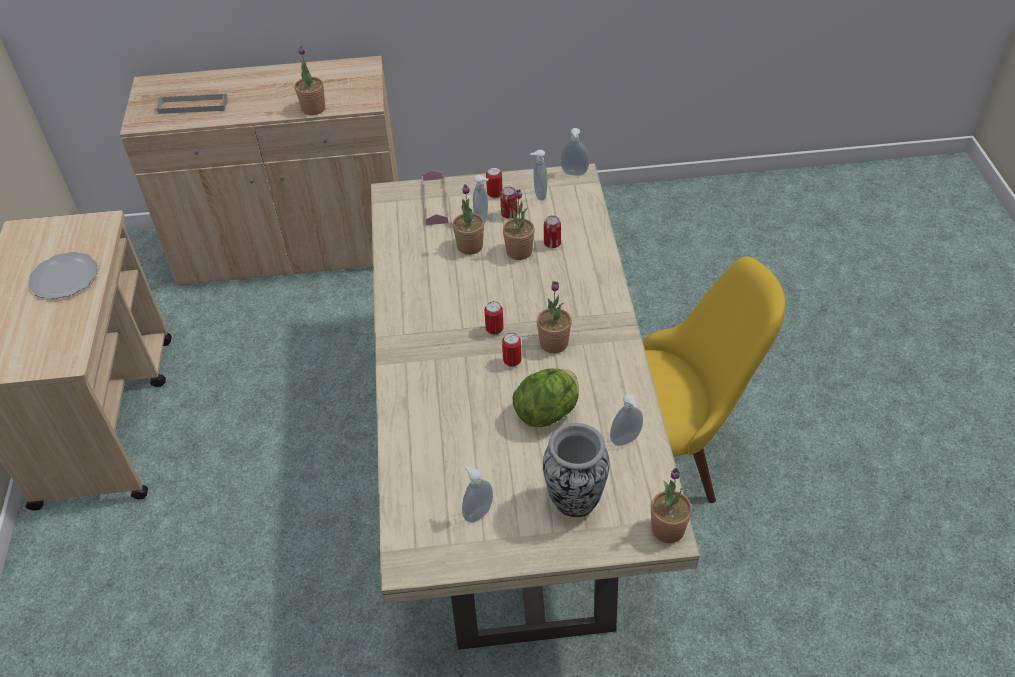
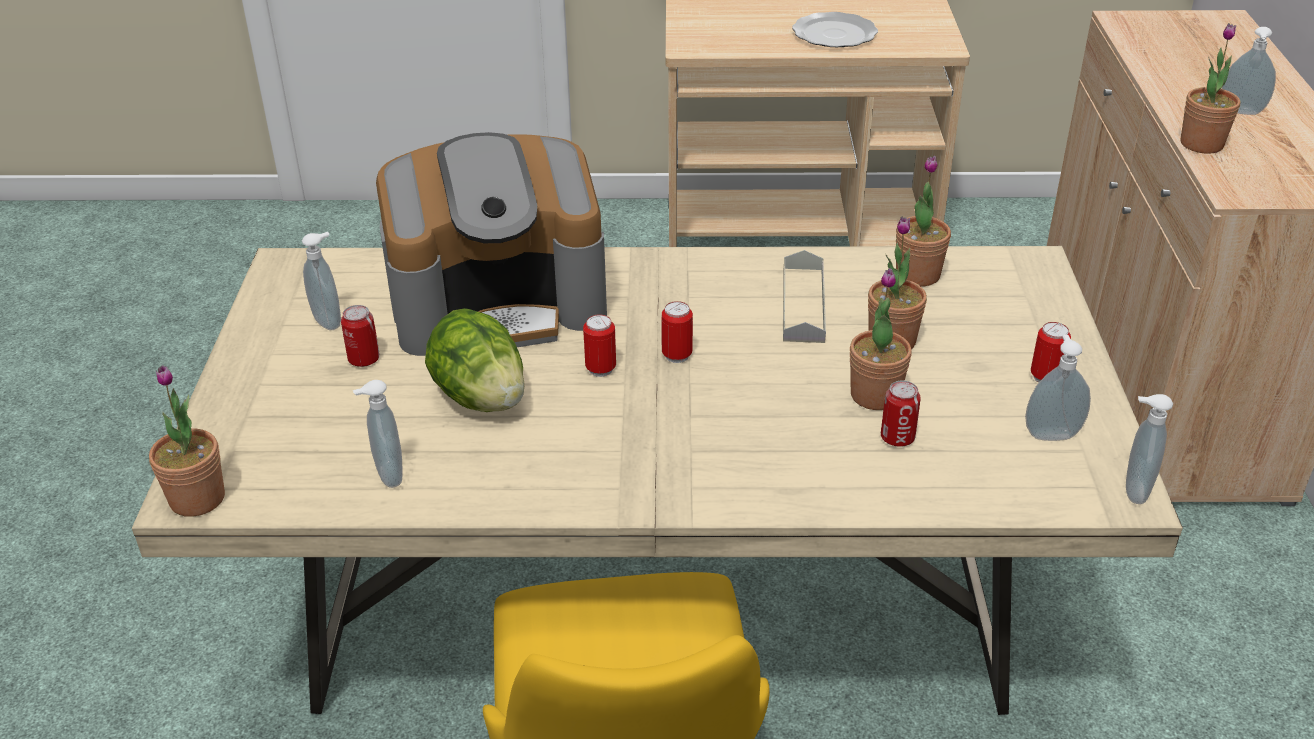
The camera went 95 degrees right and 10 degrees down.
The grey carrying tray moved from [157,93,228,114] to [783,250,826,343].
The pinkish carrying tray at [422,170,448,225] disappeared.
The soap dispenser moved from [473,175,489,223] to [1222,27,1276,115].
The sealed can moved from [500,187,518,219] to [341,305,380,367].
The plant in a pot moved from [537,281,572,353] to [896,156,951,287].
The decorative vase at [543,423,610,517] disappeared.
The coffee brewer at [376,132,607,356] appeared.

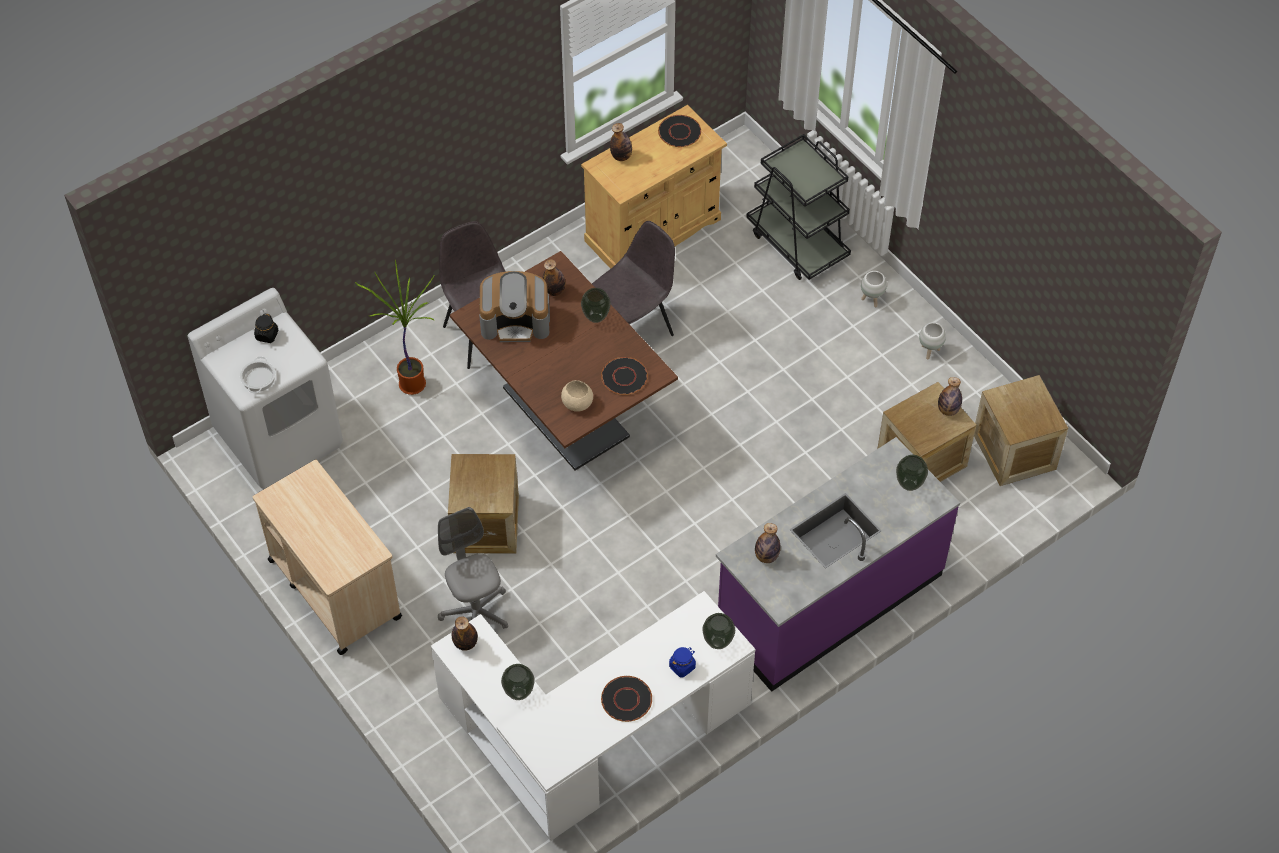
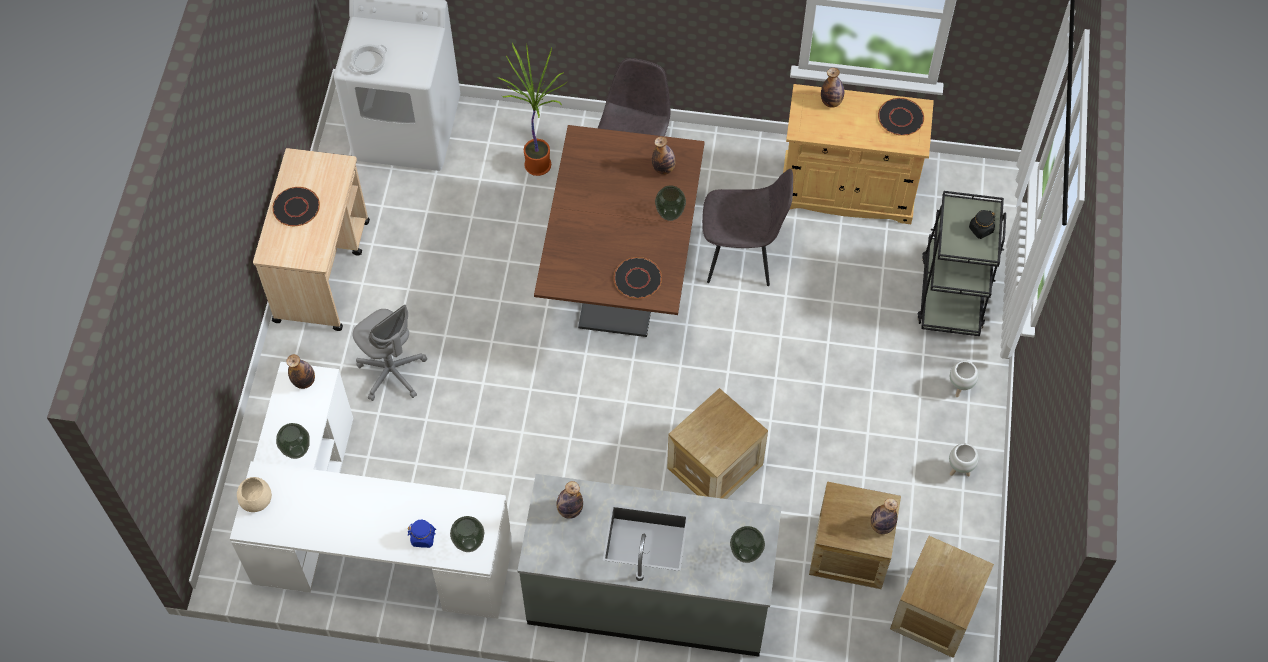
The camera went 45 degrees right and 5 degrees up.
The coffee brewer at [479,271,550,342] disappeared.
The blackish jar moved from [254,314,278,343] to [969,210,995,239].
The beige-coloured bowl moved from [561,380,593,411] to [237,477,272,512].
The purple kitchen base unit at [716,437,960,692] became the grey kitchen base unit at [517,474,782,657].
The crate moved from [448,454,519,553] to [667,388,768,499].
The grey desk chair at [438,507,508,629] turned 120 degrees clockwise.
The blackish dinner plate moved from [601,676,652,722] to [272,187,320,226].

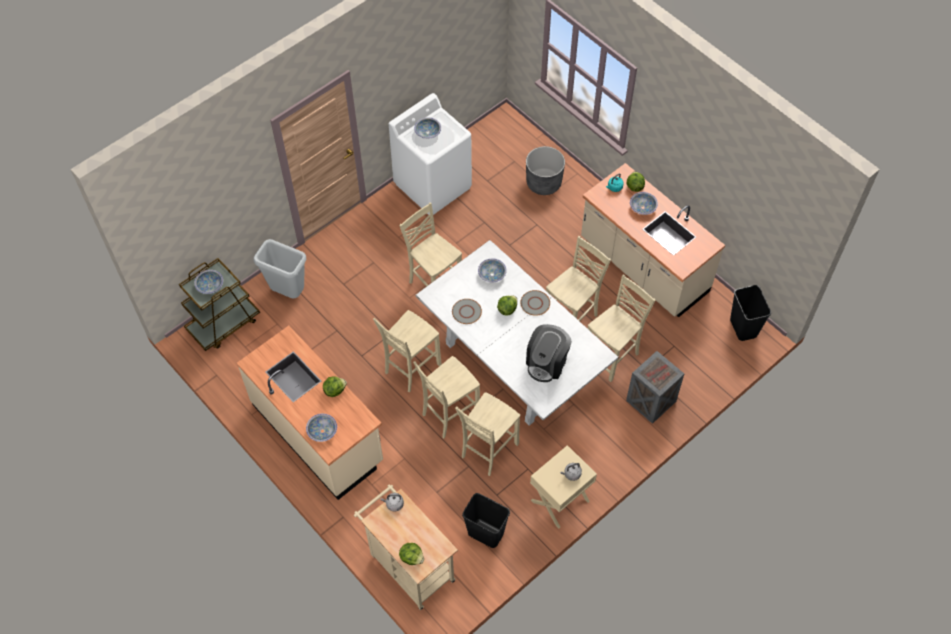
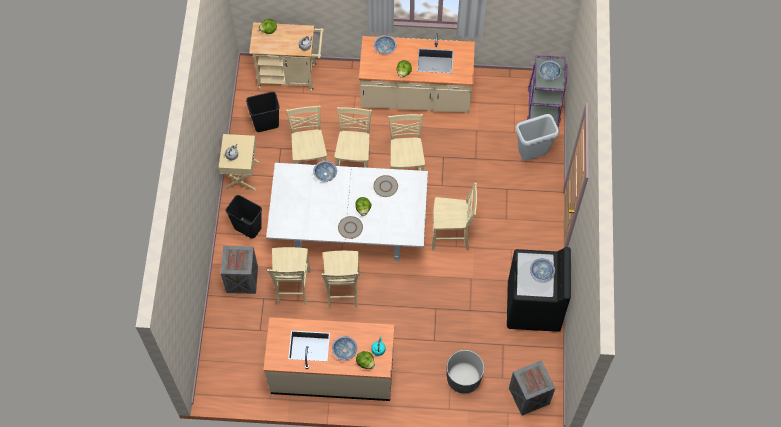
The camera went 135 degrees right and 5 degrees up.
The whitish laundry machine at [389,93,472,215] became the blackish laundry machine at [507,247,571,332].
The brownish trolley at [179,258,260,351] became the purple trolley at [527,55,567,127].
The bowl moved from [478,258,507,283] to [313,161,337,182].
The blackish rubbish bin moved from [730,285,771,341] to [226,195,262,239].
The coffee brewer at [526,324,572,382] disappeared.
The crate at [509,360,555,415] appeared.

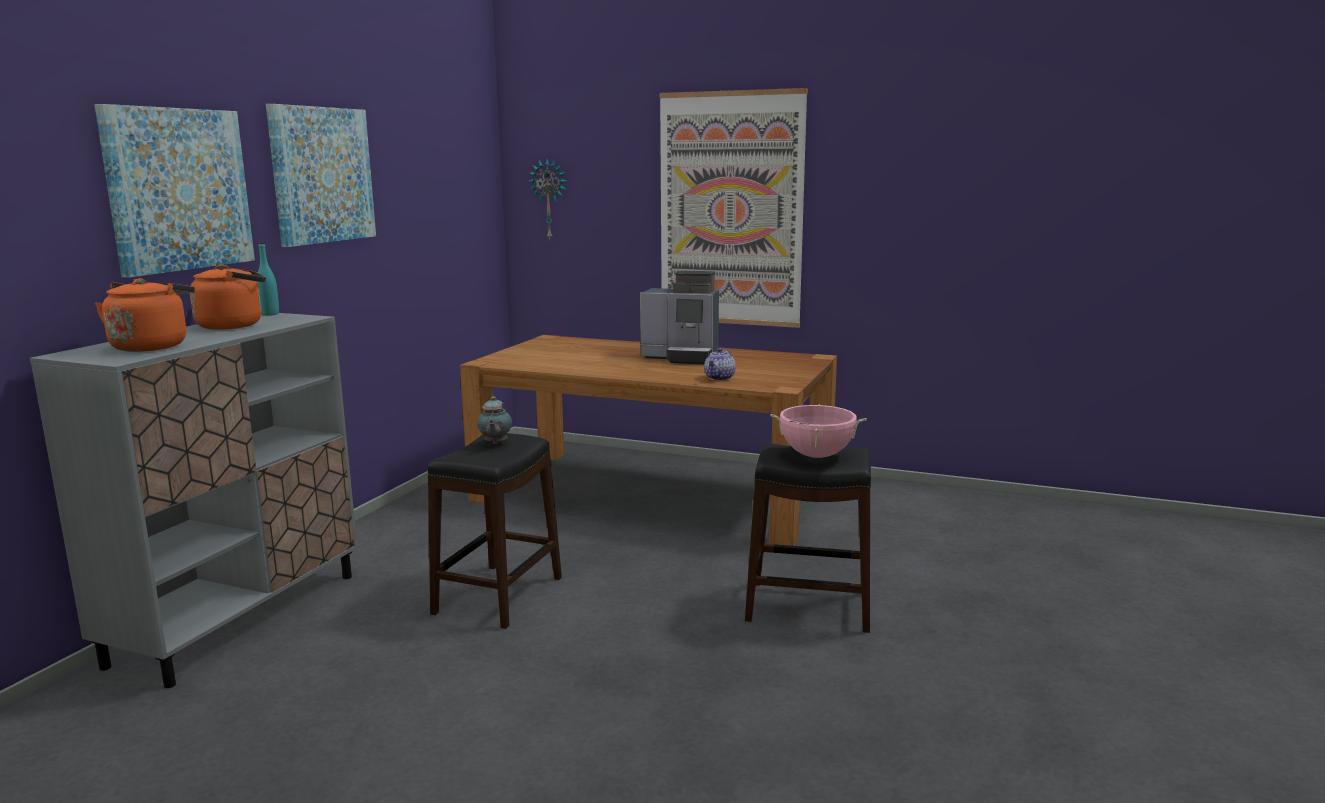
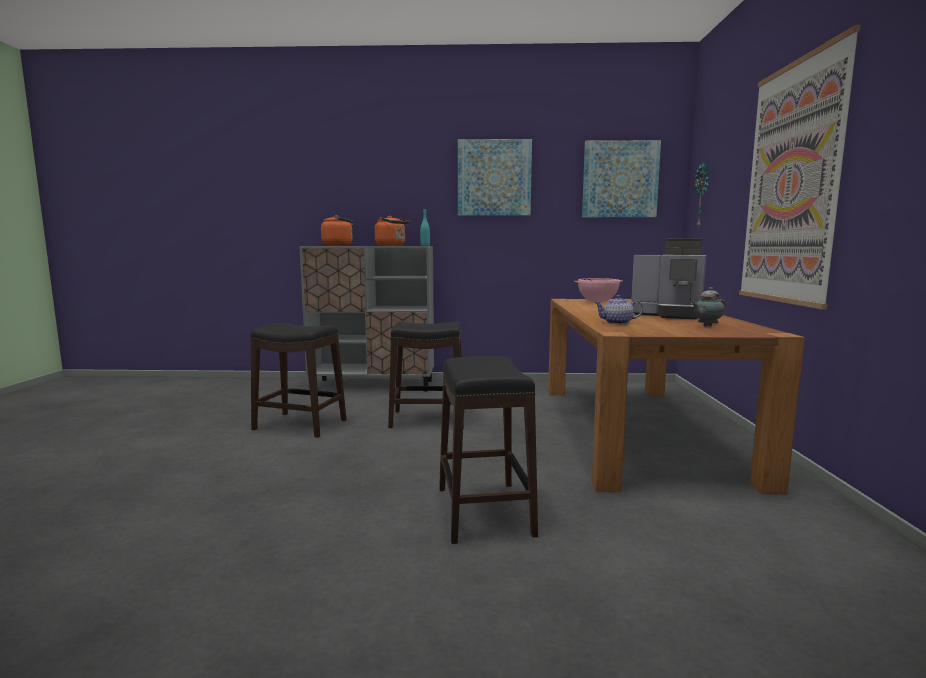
The camera went 70 degrees right and 5 degrees down.
The picture moved from [94,104,255,278] to [582,140,661,217].
The coffee brewer at [640,271,719,364] turned 60 degrees counterclockwise.
The pot for tea moved from [477,396,512,444] to [691,287,726,327].
The pinkish cooking pot moved from [770,404,867,458] to [574,278,623,303].
The blackish sitting stool at [251,323,347,438] appeared.

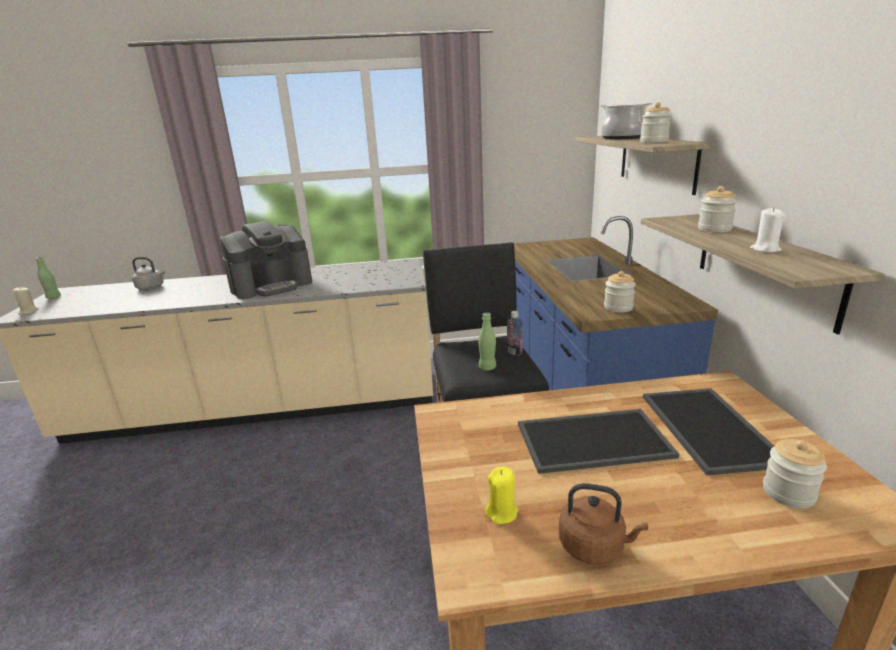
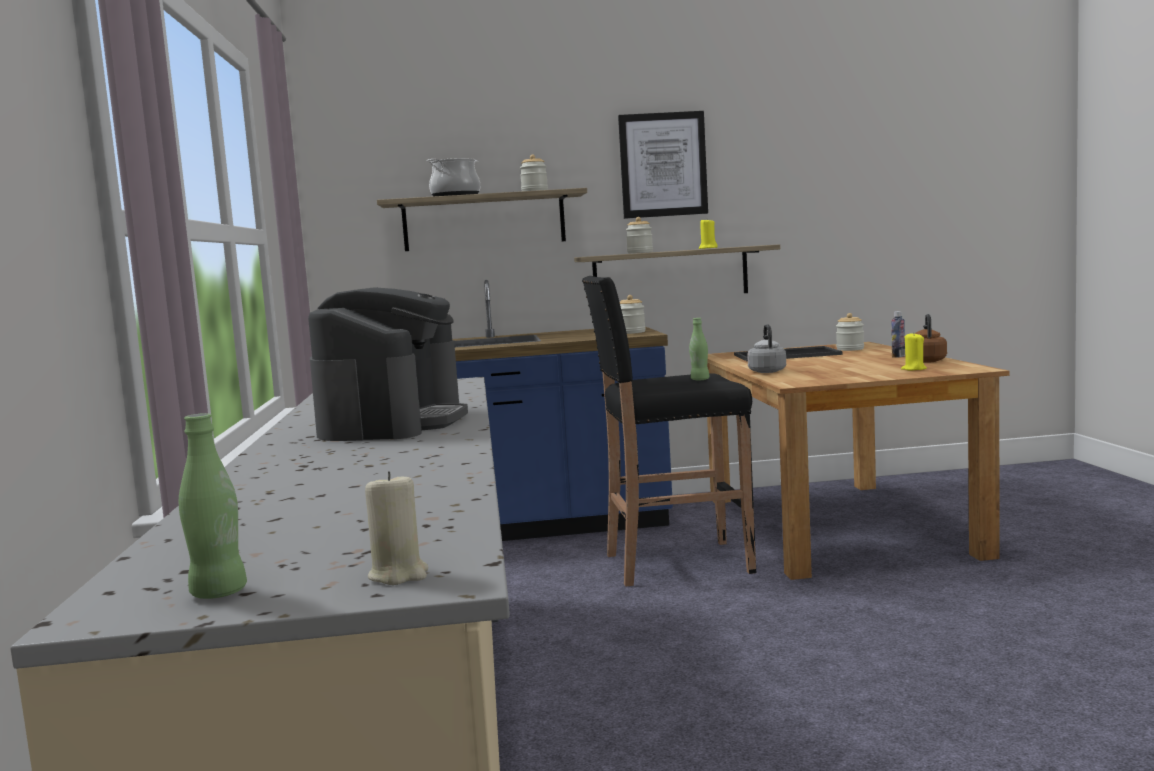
The camera went 90 degrees left and 15 degrees down.
The whitish wax light at [750,207,785,252] became the yellow wax light at [699,219,718,249].
The coffee brewer at [220,221,312,299] turned 45 degrees clockwise.
The grey tea kettle moved from [132,257,165,290] to [747,324,786,373].
The bottle moved from [507,311,523,356] to [891,311,905,358].
The carrying tray at [518,409,679,474] disappeared.
The picture at [618,111,708,219] appeared.

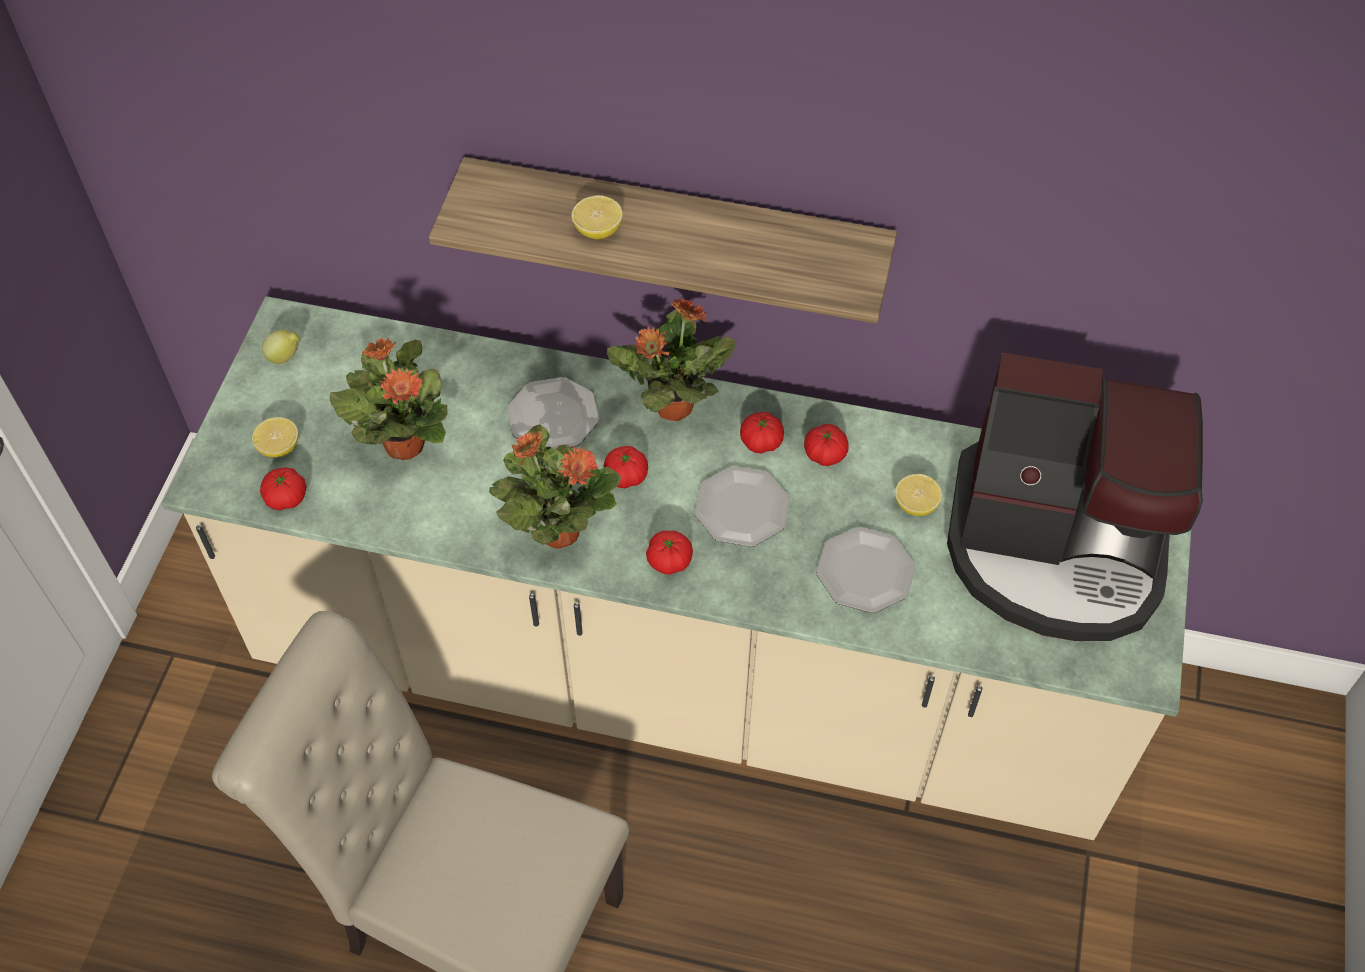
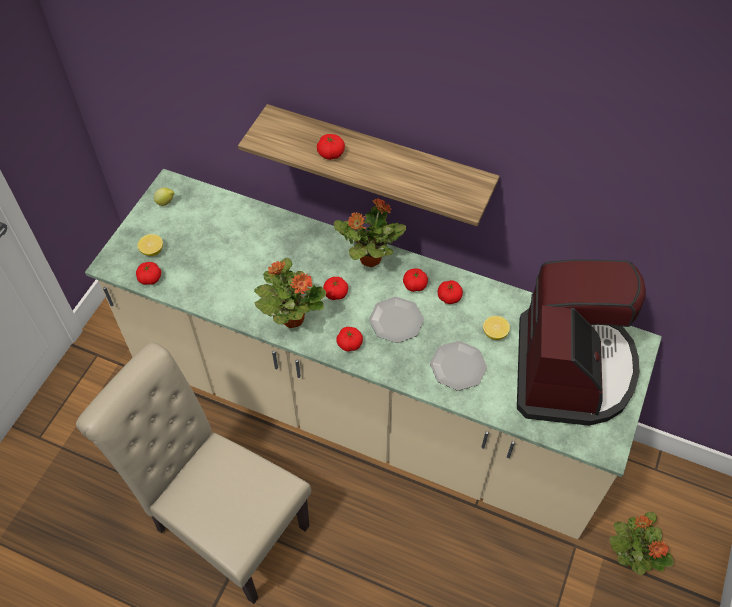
The camera went 10 degrees right and 0 degrees up.
The citrus fruit at [572,195,623,239] was replaced by the fresh tomato at [317,134,345,160].
The plant in a pot moved from [330,338,448,460] to [609,512,674,576].
The coffee brewer at [947,352,1203,641] turned 105 degrees counterclockwise.
The dinner plate at [507,377,599,449] disappeared.

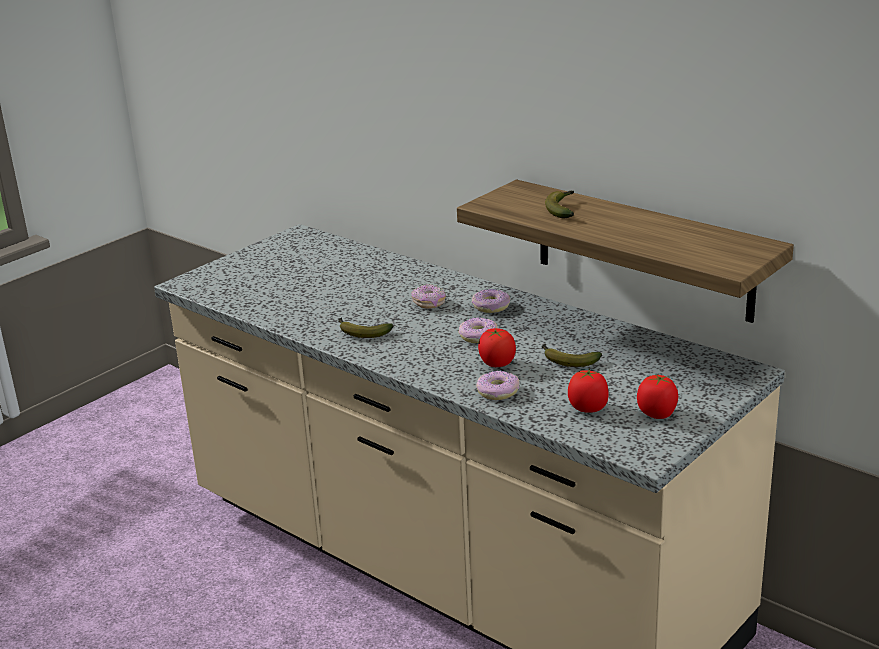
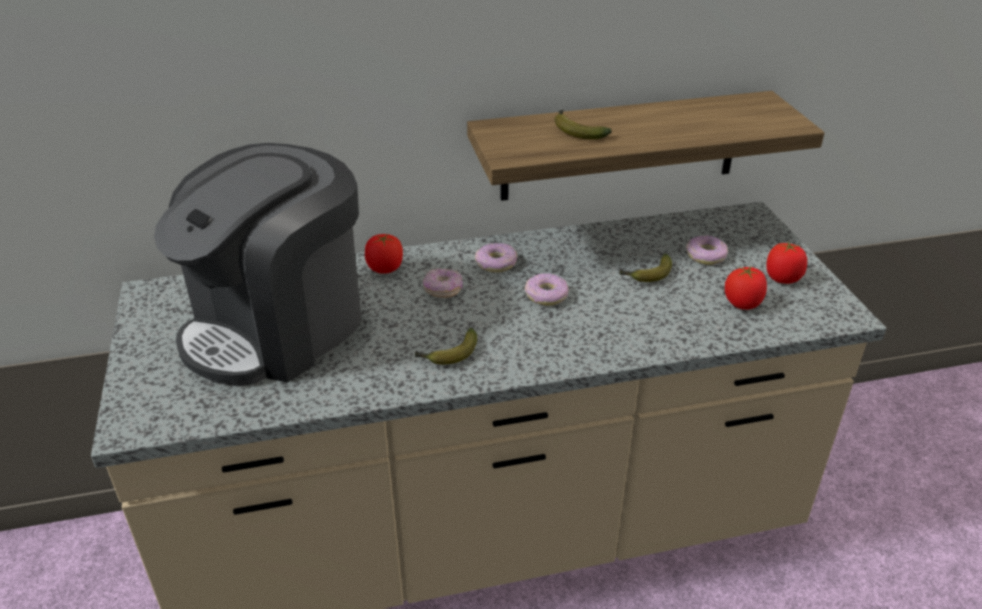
The camera went 55 degrees left and 10 degrees up.
The fresh tomato moved from [478,328,516,367] to [365,234,403,274].
The ring doughnut moved from [476,370,519,400] to [686,235,728,265].
The coffee brewer at [154,143,362,386] appeared.

